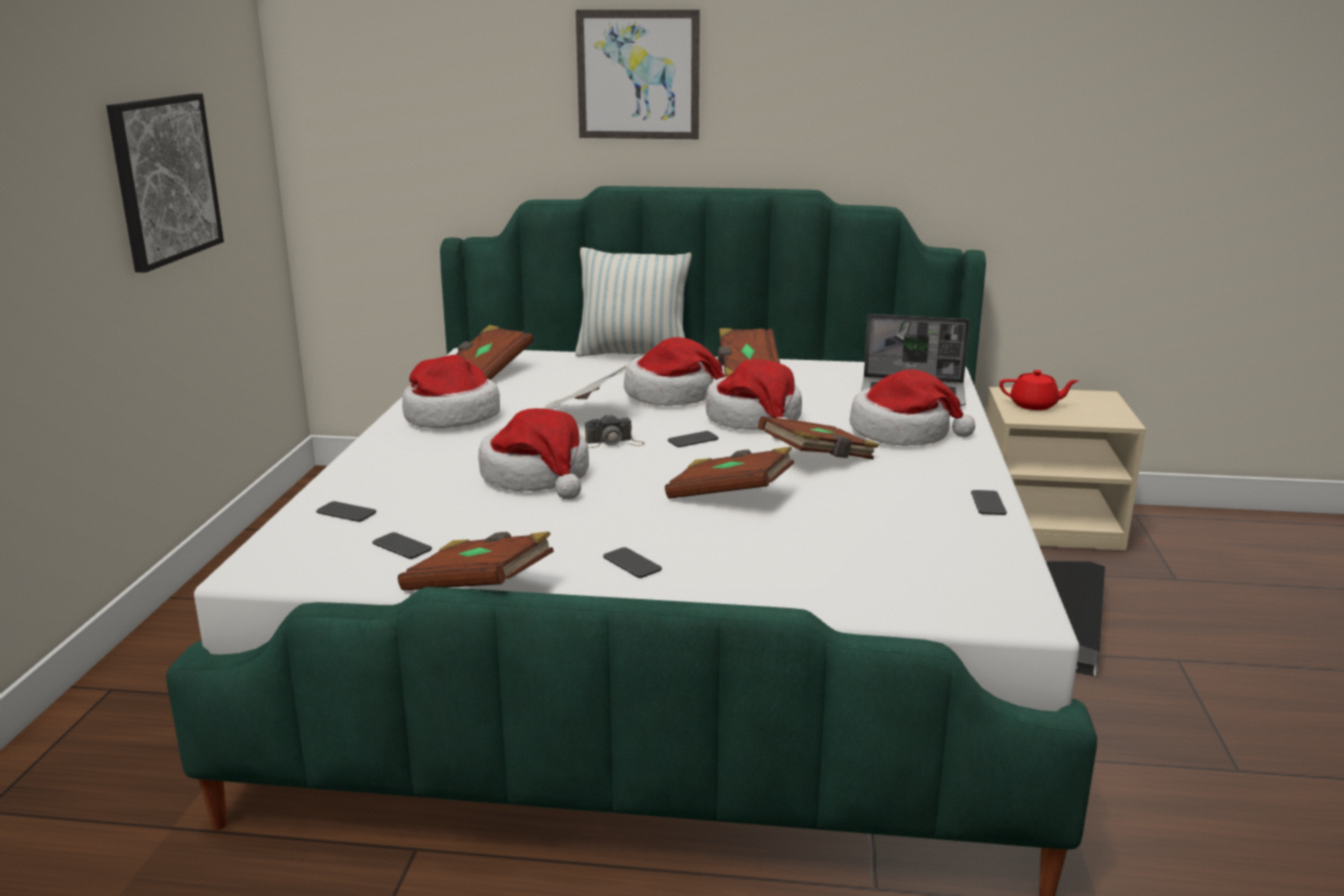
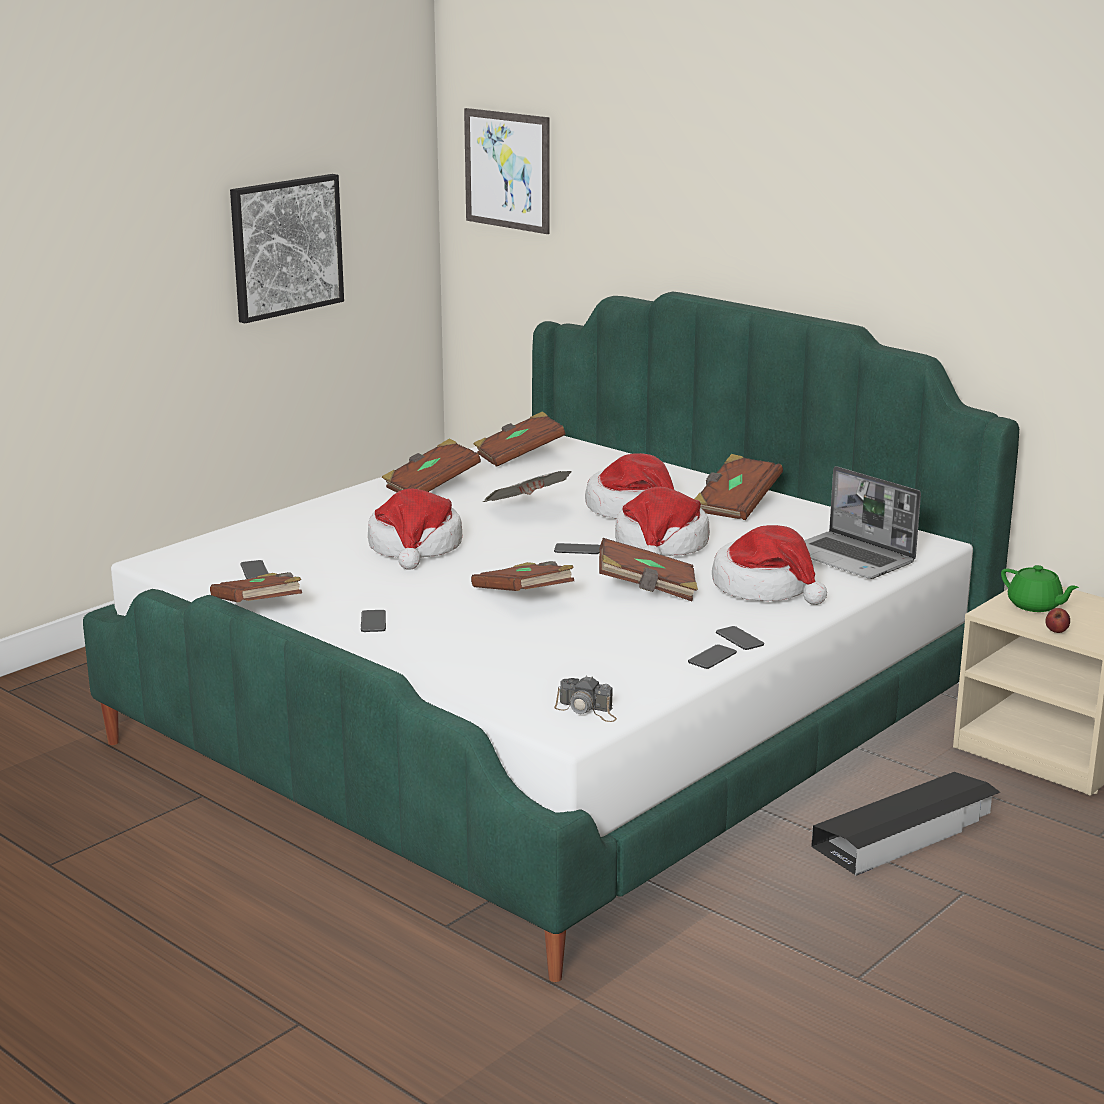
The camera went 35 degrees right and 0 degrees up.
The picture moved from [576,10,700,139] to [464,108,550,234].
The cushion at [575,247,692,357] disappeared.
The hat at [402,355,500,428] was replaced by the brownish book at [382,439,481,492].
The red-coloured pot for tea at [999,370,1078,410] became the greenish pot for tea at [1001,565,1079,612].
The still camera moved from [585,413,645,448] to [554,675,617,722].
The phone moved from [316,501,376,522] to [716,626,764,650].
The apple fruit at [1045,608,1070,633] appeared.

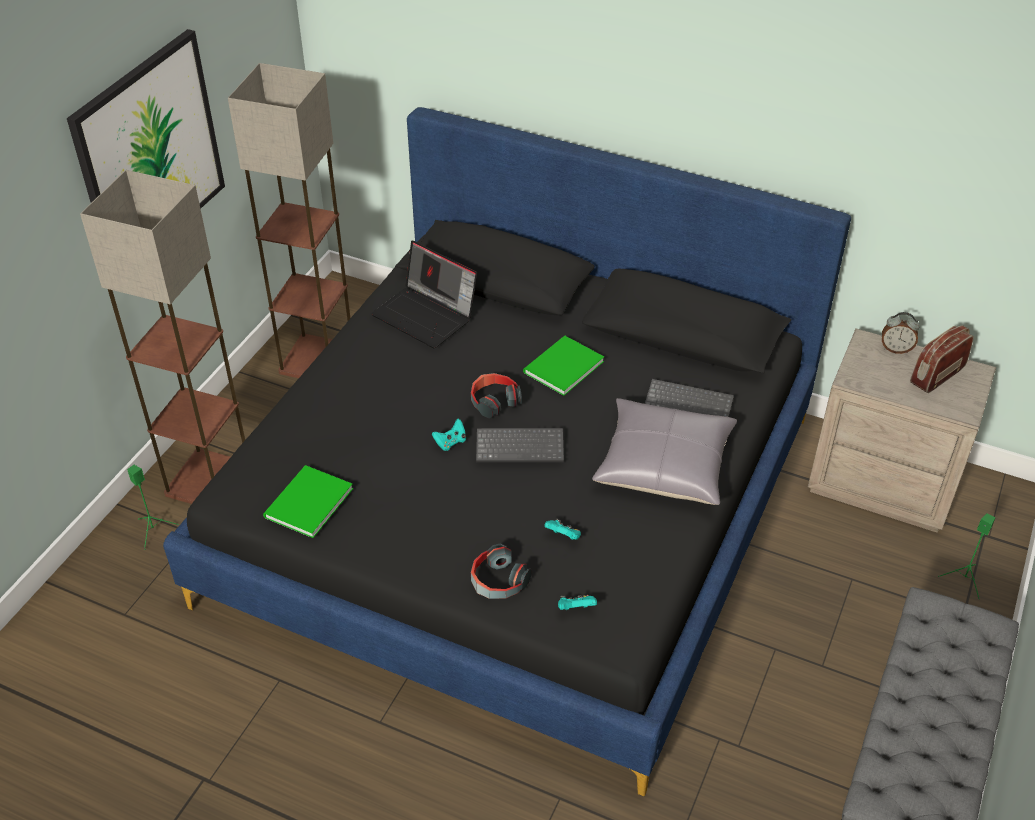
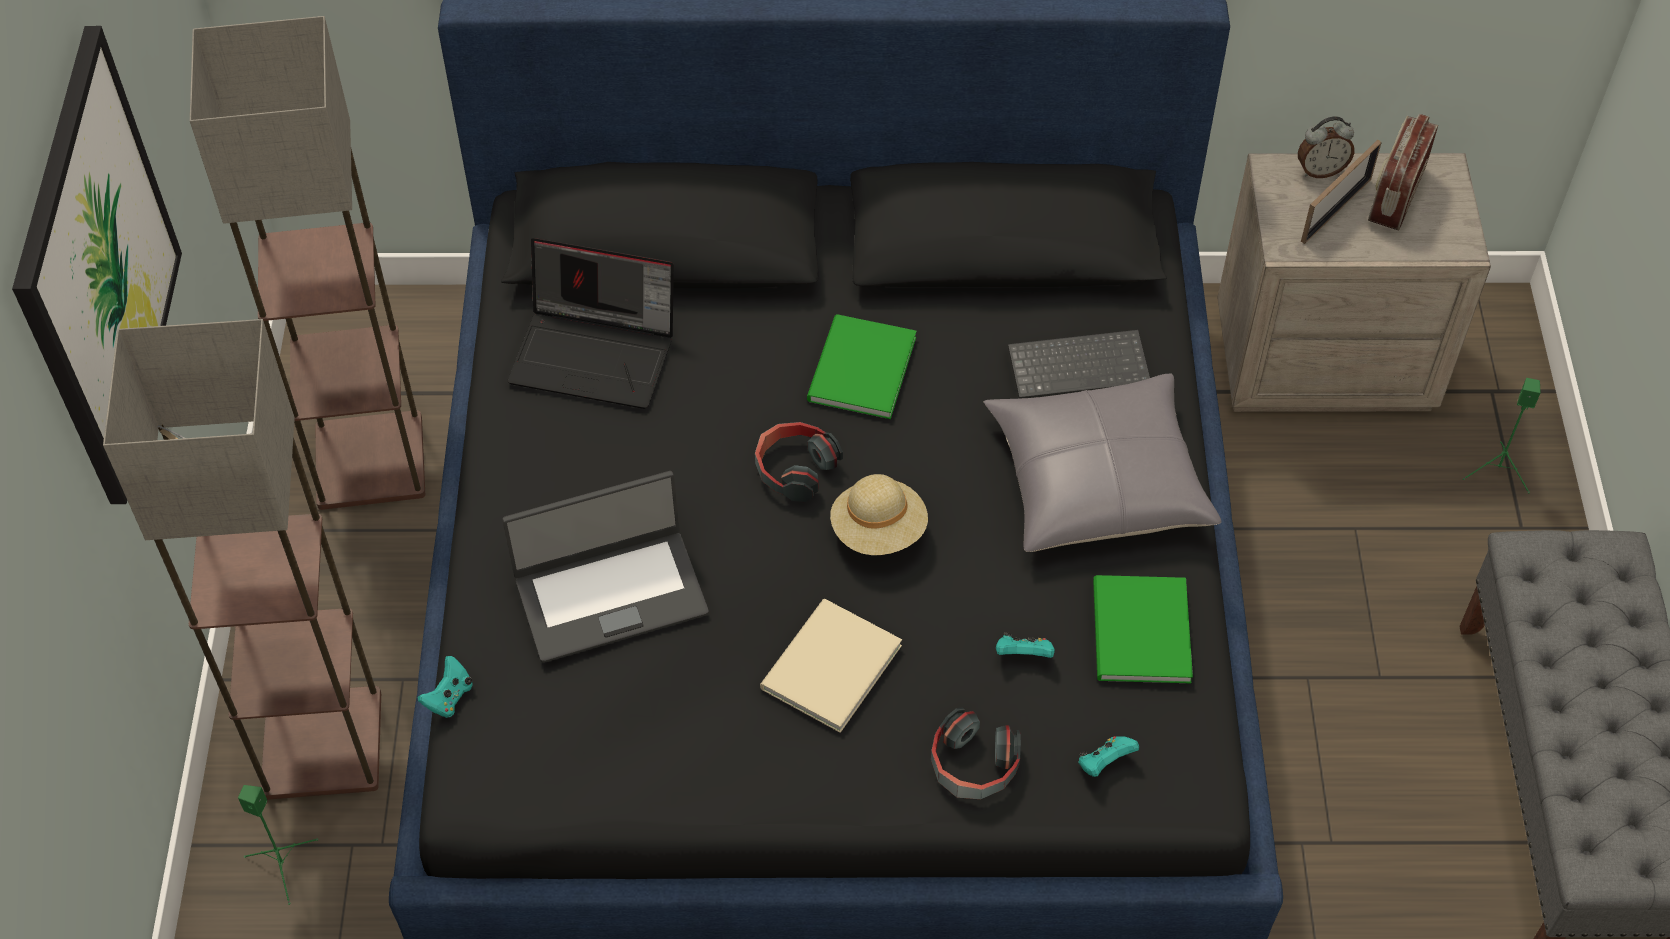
The camera went 25 degrees left and 10 degrees up.
The turquoise-coloured gamepad moved from [432,419,466,451] to [417,656,473,718].
The keyboard at [476,428,564,462] was replaced by the beige-coloured hat at [830,474,928,555].
The greenish book moved from [263,465,353,538] to [1093,575,1193,683].
The photo frame at [1301,140,1382,244] appeared.
The notebook computer at [502,471,709,663] appeared.
The beige-coloured book at [760,599,902,733] appeared.

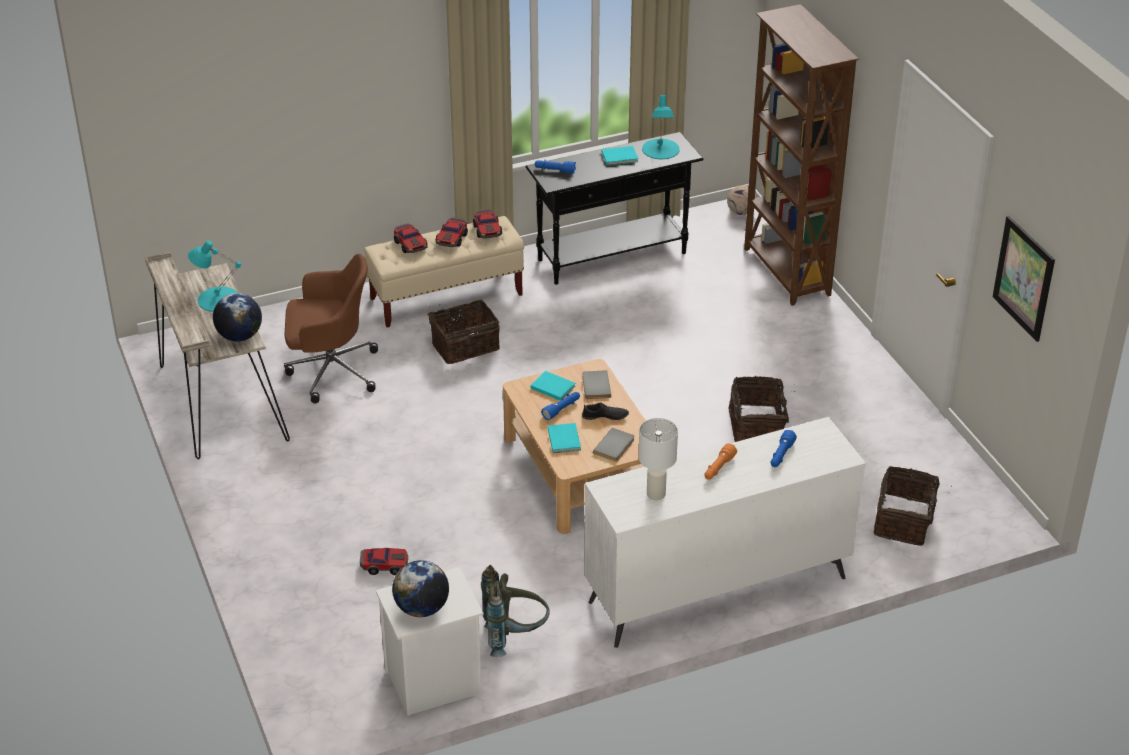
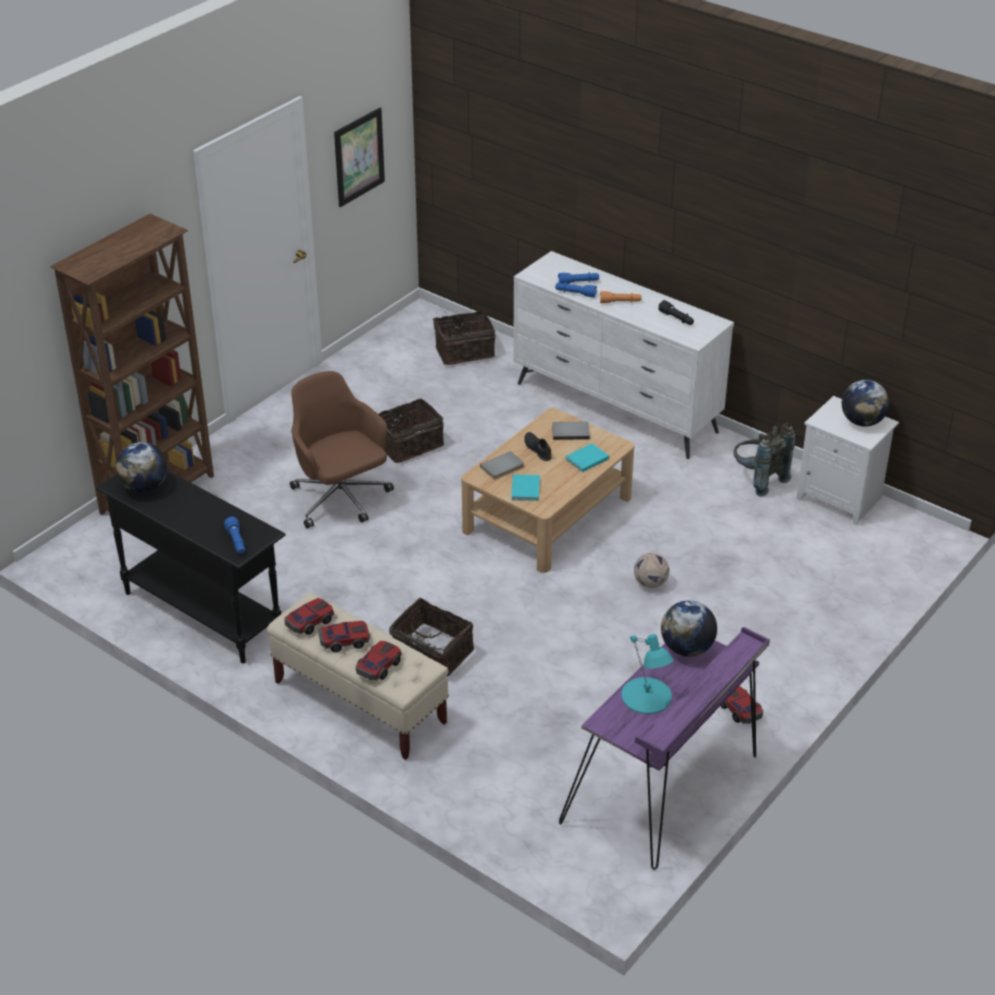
The camera went 120 degrees left and 0 degrees up.
The turquoise-coloured tabletop lamp at [642,95,680,159] was replaced by the world globe at [116,442,167,493].
The turquoise-coloured book at [601,146,639,166] disappeared.
The football moved from [727,185,757,215] to [634,553,669,588].
The beige-coloured desk unit at [145,252,290,460] became the purple desk unit at [559,627,770,870].
The brownish desk chair moved from [284,254,378,403] to [290,371,394,528].
The blue flashlight moved from [541,392,580,420] to [555,282,597,298].
The whitish tabletop lamp at [639,418,678,500] was replaced by the blackish flashlight at [658,300,694,325].
The toy car moved from [360,548,408,575] to [721,685,763,724].

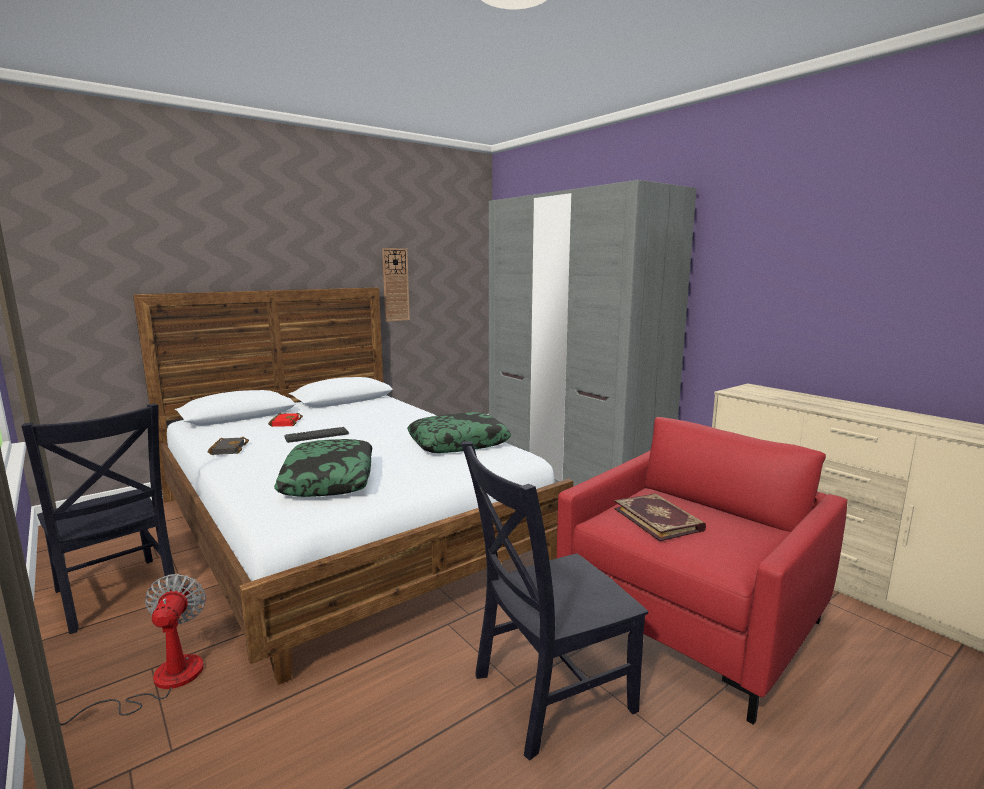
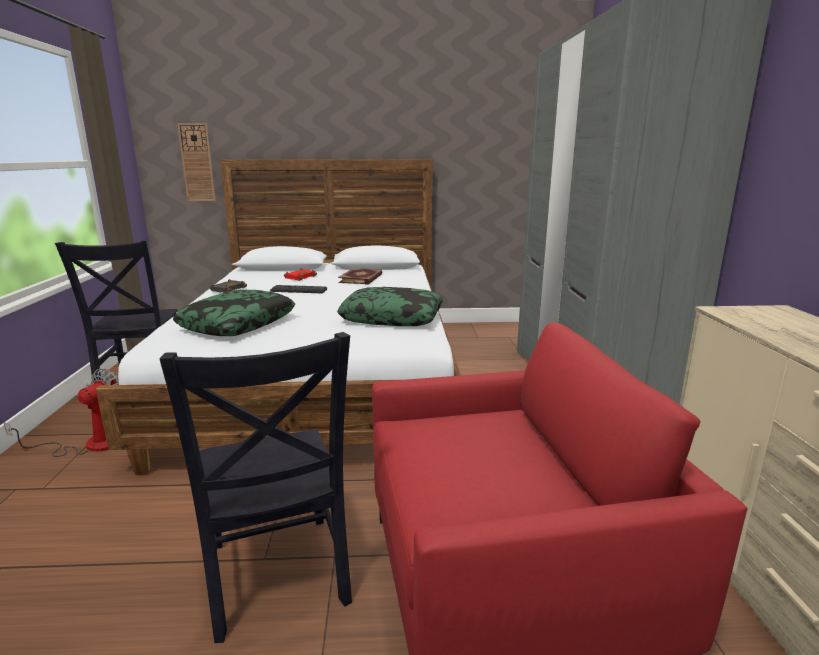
The camera went 35 degrees right and 5 degrees up.
The wall clock moved from [382,248,410,322] to [177,123,216,201].
The blackish chair at [461,441,648,761] turned 120 degrees counterclockwise.
The book moved from [614,493,706,541] to [338,268,382,284].

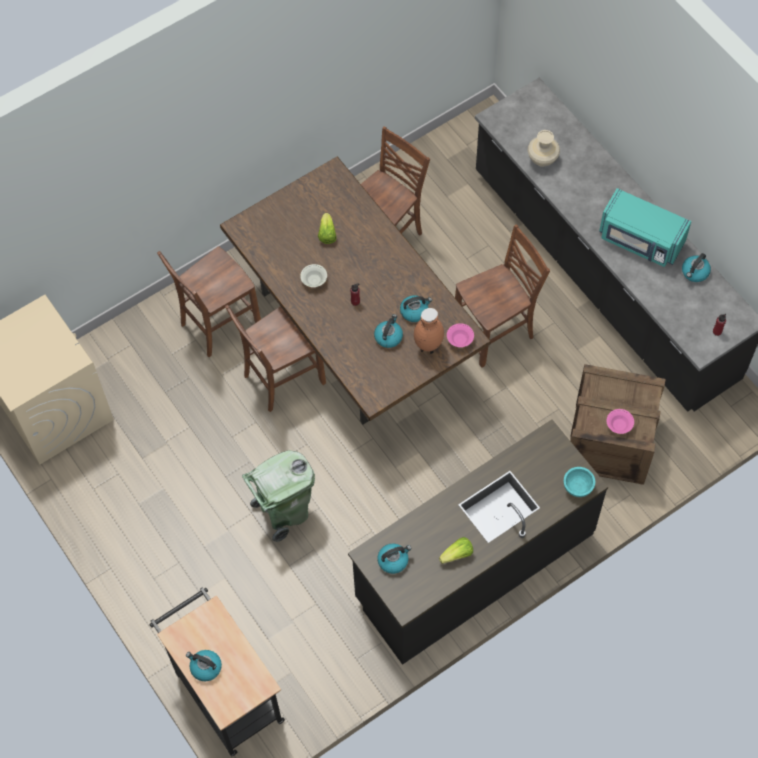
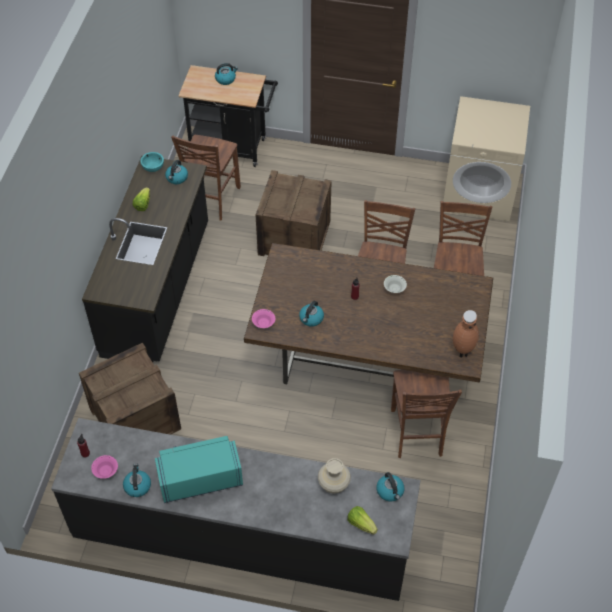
The camera went 135 degrees right and 10 degrees down.
The lettuce moved from [318,213,337,244] to [347,506,378,535].
The brownish chair moved from [455,224,550,368] to [171,135,241,220].
The brownish decorative vase moved from [414,308,444,354] to [453,310,479,358].
The tea kettle moved from [374,314,403,348] to [376,472,404,501].
The pinkish bowl moved from [606,409,634,434] to [91,455,118,479].
The greenish rubbish bin at [242,450,315,542] was replaced by the crate at [256,170,331,256].
The turquoise-coloured bowl moved from [564,467,595,497] to [140,152,164,172].

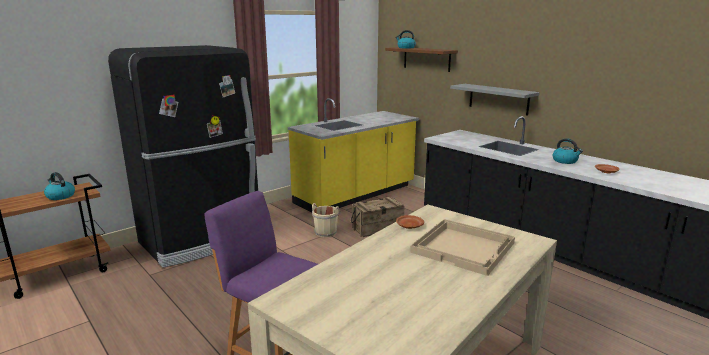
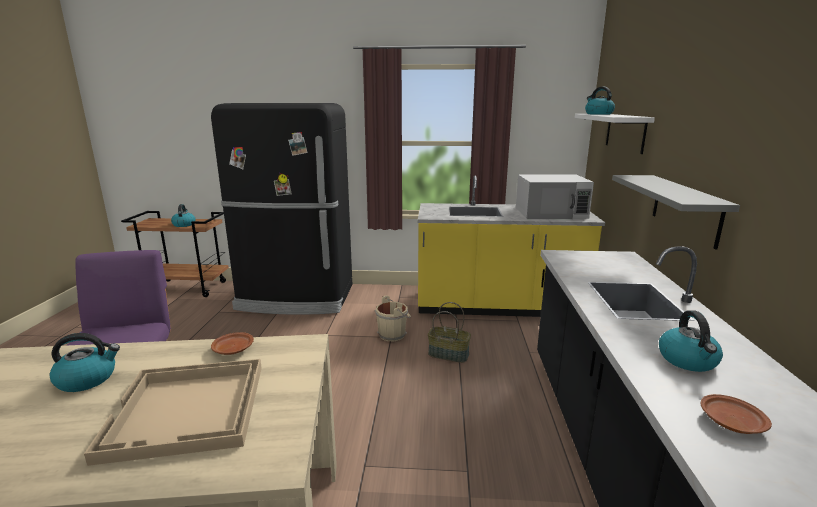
The camera went 45 degrees right and 0 degrees up.
The brownish wall shelf at [385,47,458,72] became the whitish wall shelf at [575,114,655,154].
The crate at [351,197,404,237] was replaced by the household basket at [428,302,471,363].
The whitish microwave at [516,174,594,219] appeared.
The tea kettle at [49,333,120,392] appeared.

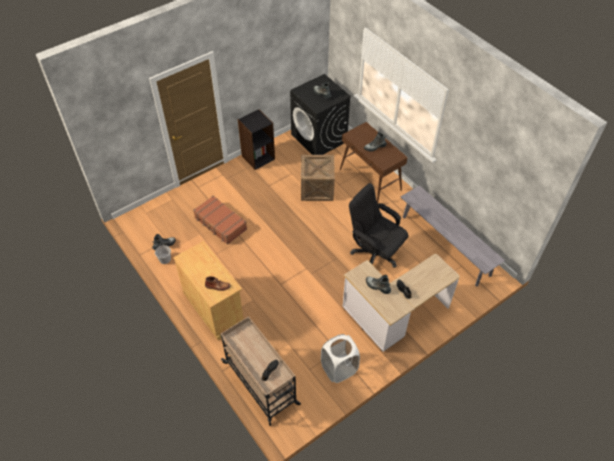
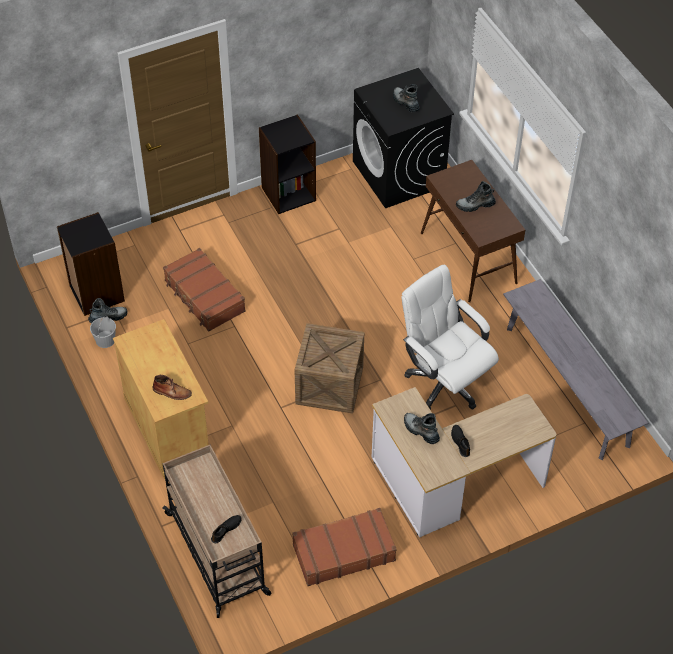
The camera went 10 degrees right and 0 degrees up.
The crate moved from [301,155,335,201] to [294,323,364,414].
The blackish desk chair at [349,183,409,268] became the whitish desk chair at [401,265,499,410].
The whitish laundry basket at [321,334,360,383] was replaced by the brownish travel case at [292,508,397,586].
The blackish shelving unit at [57,212,125,316] appeared.

